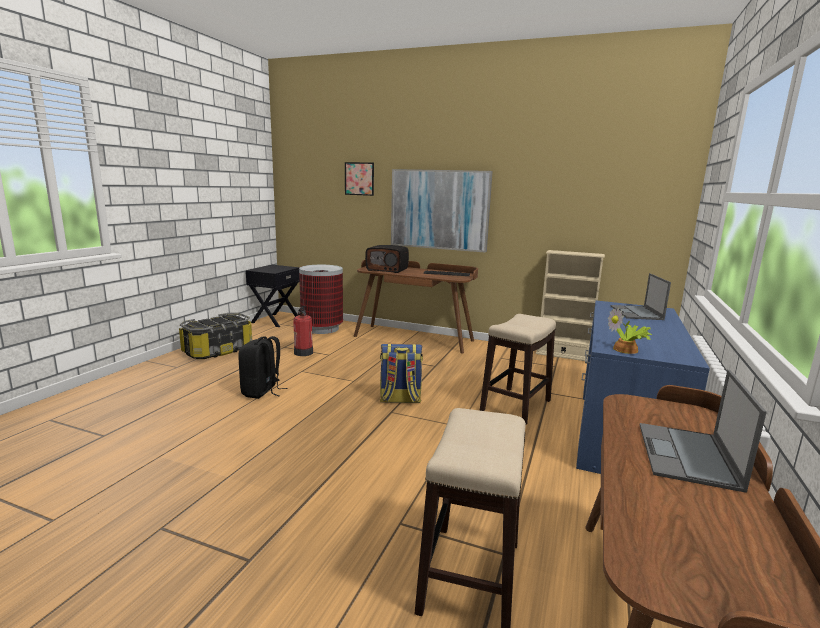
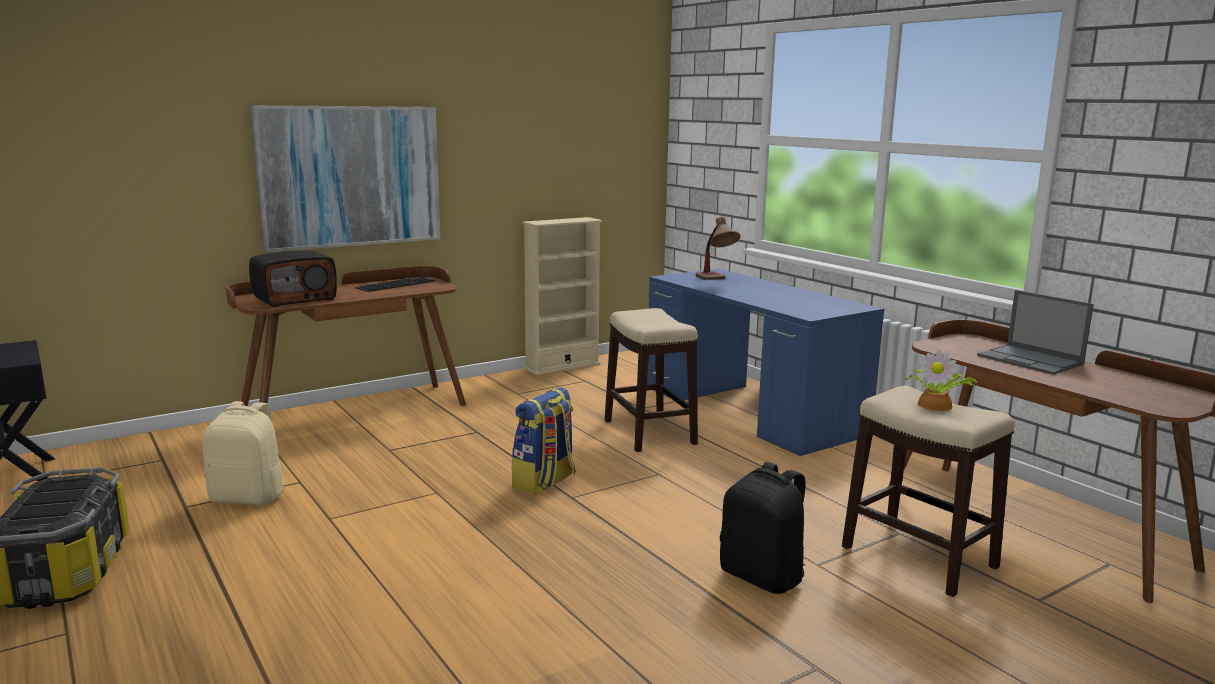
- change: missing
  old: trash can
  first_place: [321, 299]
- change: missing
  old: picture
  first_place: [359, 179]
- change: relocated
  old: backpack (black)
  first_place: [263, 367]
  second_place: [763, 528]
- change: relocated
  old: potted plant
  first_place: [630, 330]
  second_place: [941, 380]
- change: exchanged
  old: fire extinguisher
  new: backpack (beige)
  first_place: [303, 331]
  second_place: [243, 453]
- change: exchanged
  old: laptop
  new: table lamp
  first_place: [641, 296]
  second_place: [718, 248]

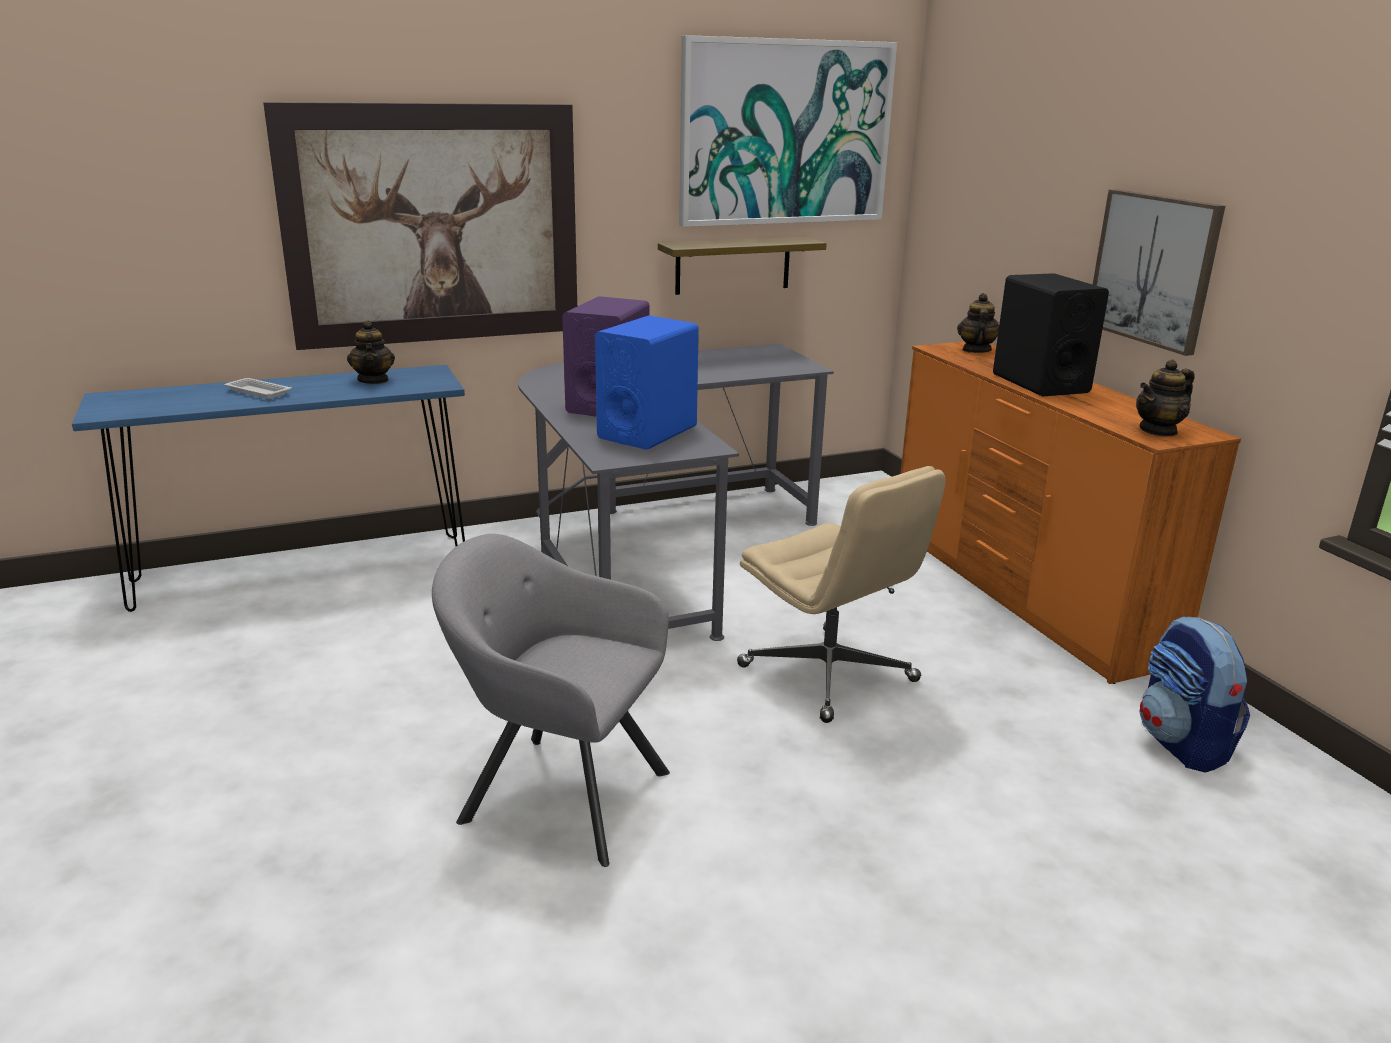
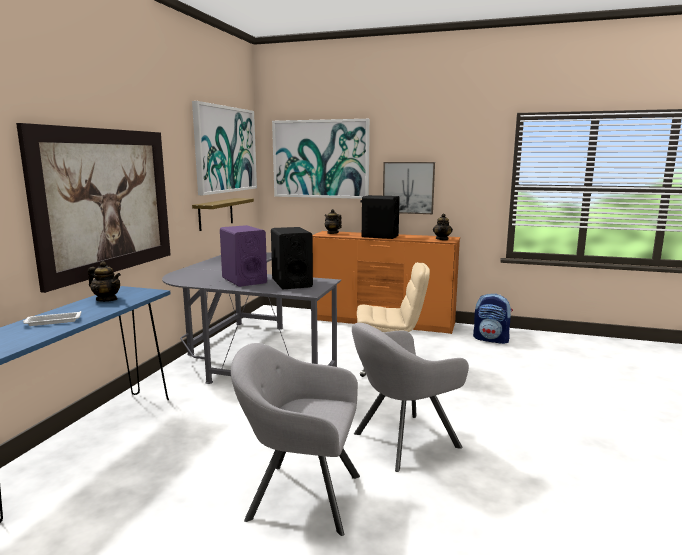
- change: appeared
  new: armchair (grey)
  second_place: [295, 439]
- change: appeared
  new: picture
  second_place: [321, 159]
- change: colour
  old: speaker (blue)
  new: speaker (black)
  first_place: [647, 382]
  second_place: [292, 258]

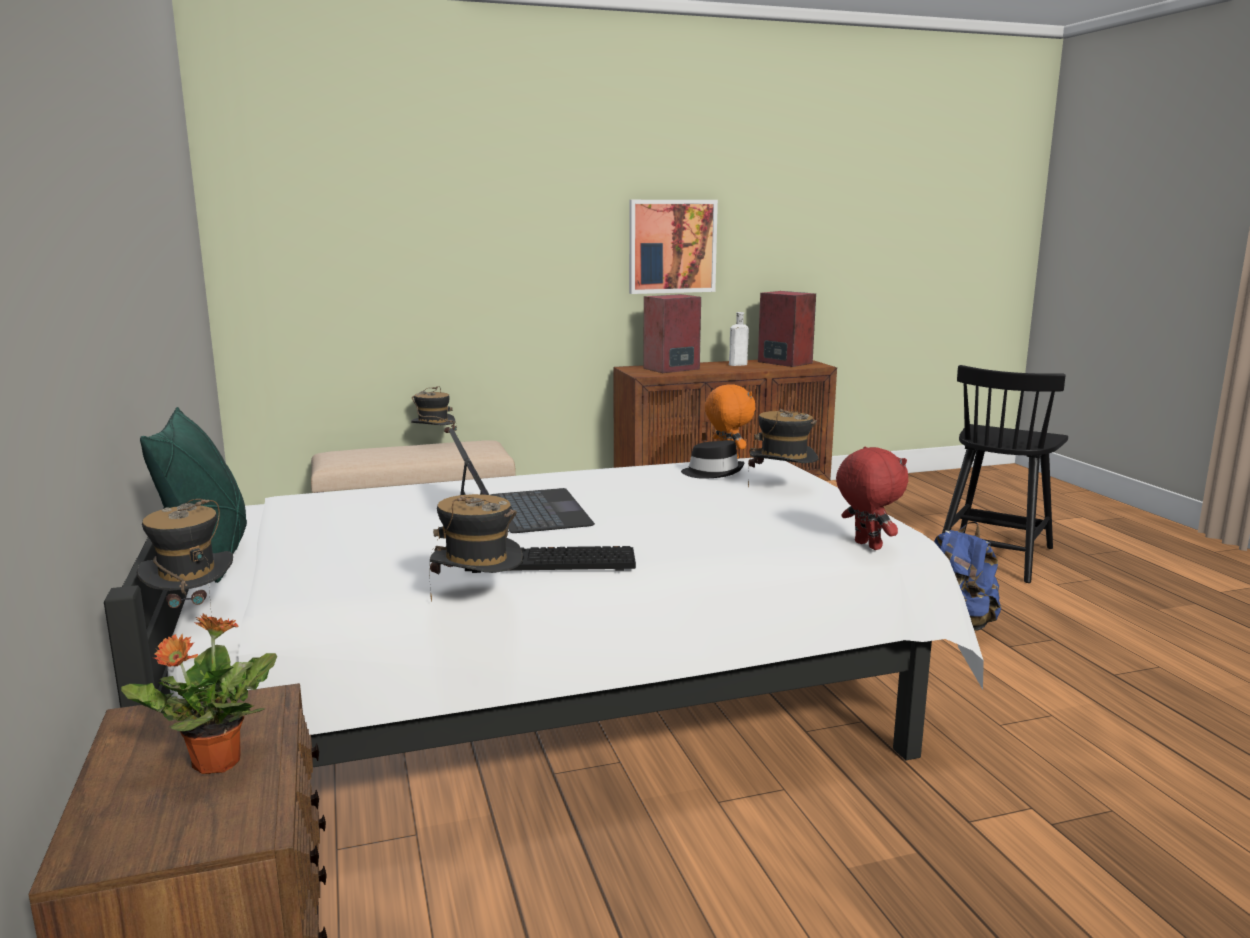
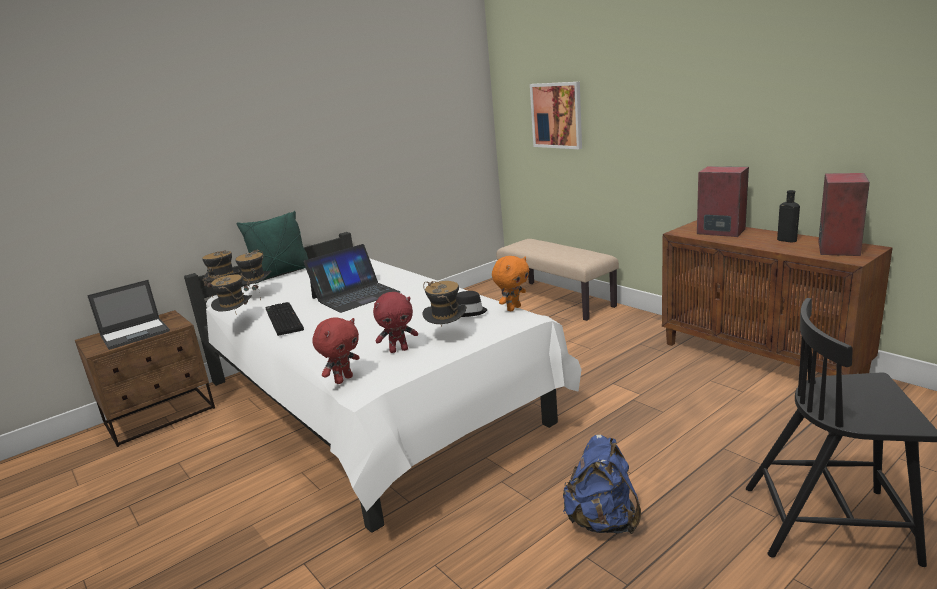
- change: appeared
  new: plush toy (red)
  second_place: [395, 322]
- change: relocated
  old: hat
  first_place: [434, 409]
  second_place: [253, 275]
- change: relocated
  old: picture
  first_place: [673, 247]
  second_place: [556, 115]
- change: exchanged
  old: potted plant
  new: laptop
  first_place: [199, 693]
  second_place: [128, 315]
- change: colour
  old: bottle (white)
  new: bottle (black)
  first_place: [739, 339]
  second_place: [788, 216]

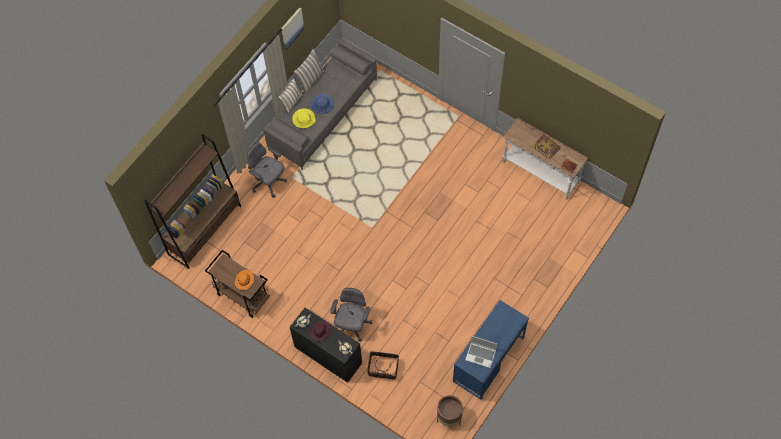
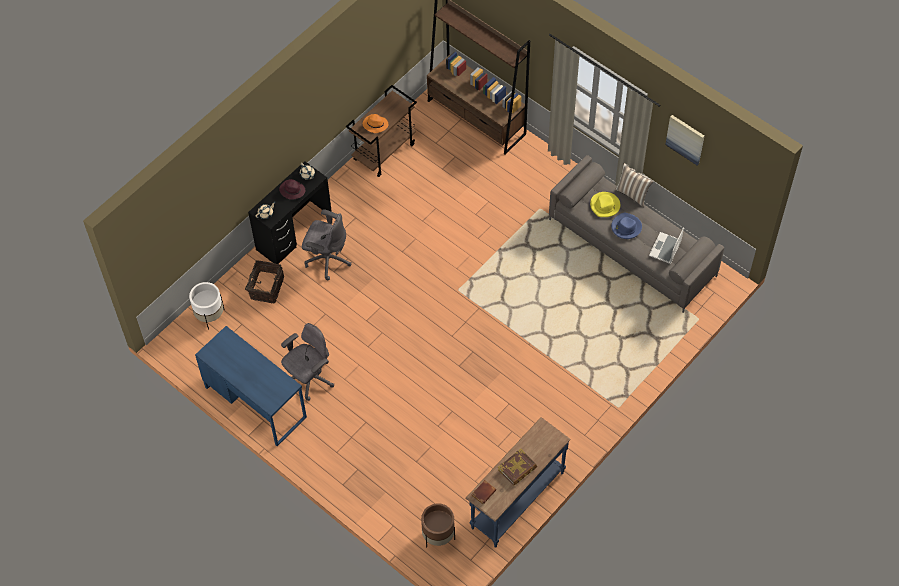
- change: missing
  old: pillow
  first_place: [309, 71]
- change: appeared
  new: planter (white)
  second_place: [206, 306]
- change: relocated
  old: office chair (grey)
  first_place: [267, 170]
  second_place: [307, 362]
- change: relocated
  old: planter (brown)
  first_place: [450, 410]
  second_place: [438, 525]
- change: relocated
  old: laptop
  first_place: [481, 352]
  second_place: [666, 245]
- change: colour
  old: console table (white)
  new: console table (blue)
  first_place: [545, 158]
  second_place: [518, 482]

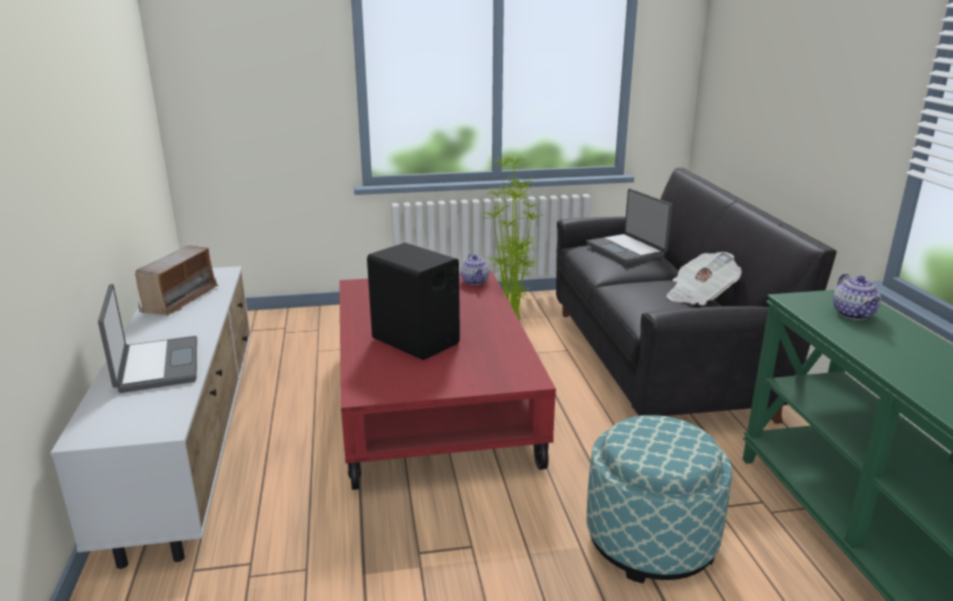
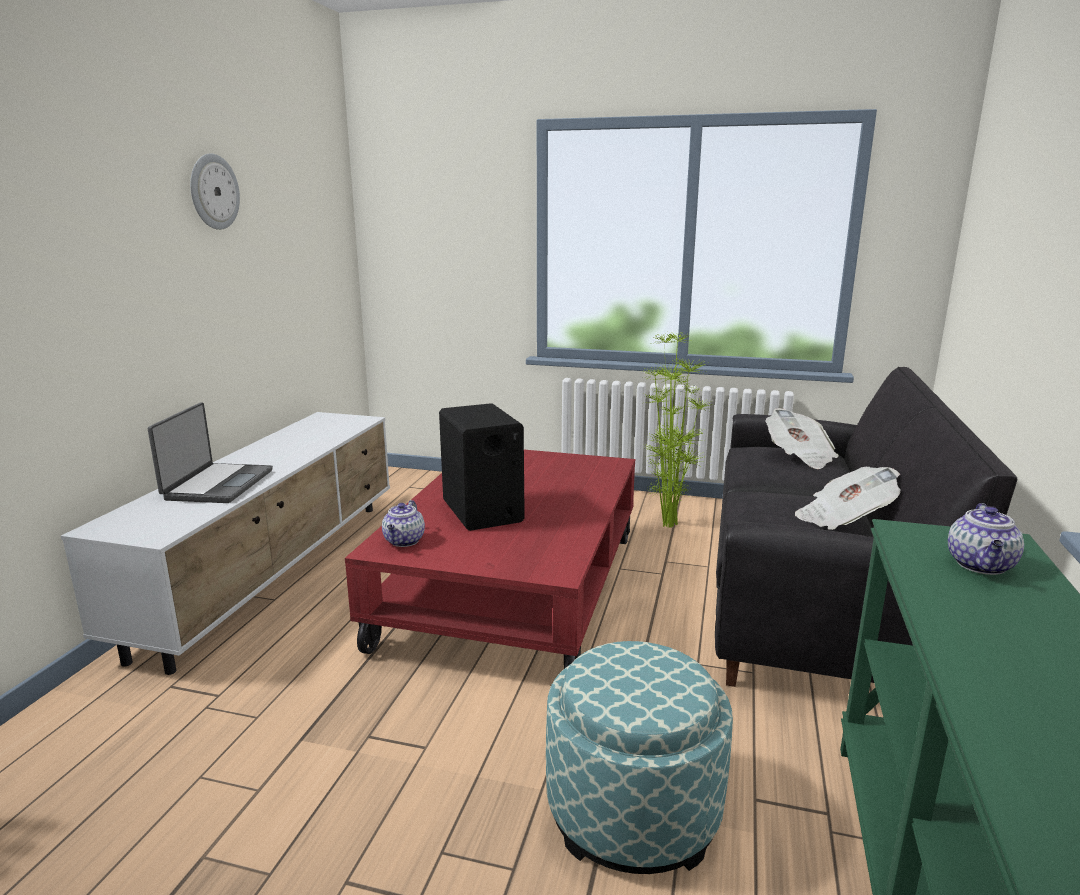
- change: missing
  old: radio
  first_place: [176, 280]
- change: appeared
  new: wall clock
  second_place: [215, 191]
- change: relocated
  old: teapot
  first_place: [475, 269]
  second_place: [403, 523]
- change: exchanged
  old: laptop
  new: newspaper
  first_place: [629, 226]
  second_place: [802, 438]

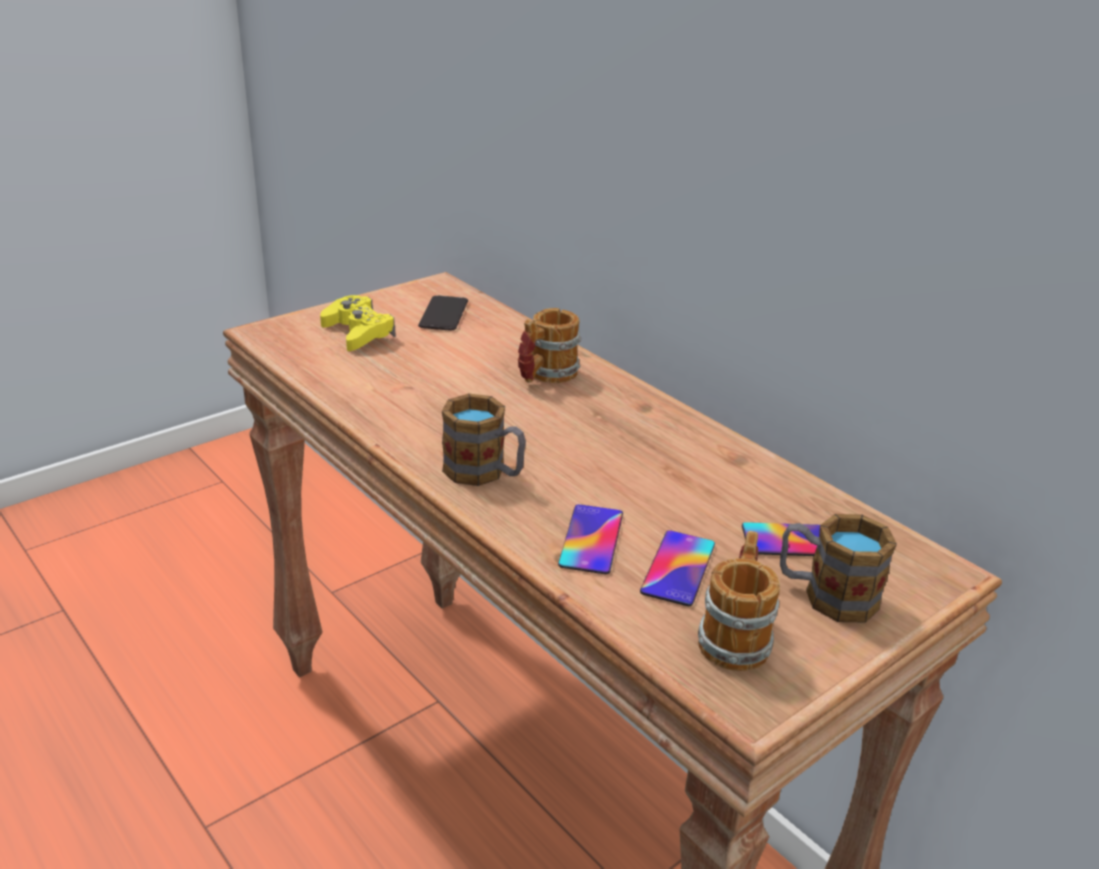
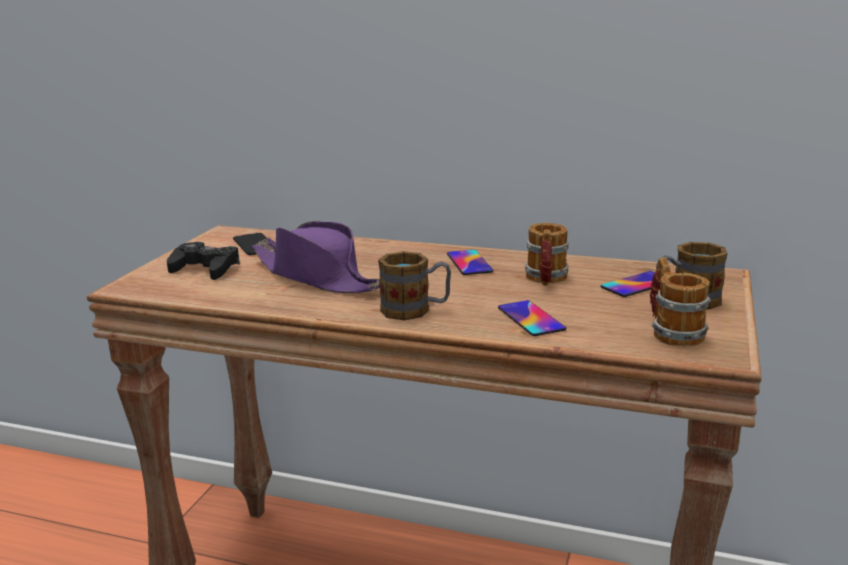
- change: appeared
  new: hat (purple)
  second_place: [316, 257]
- change: relocated
  old: mug
  first_place: [549, 345]
  second_place: [547, 254]
- change: relocated
  old: phone
  first_place: [677, 568]
  second_place: [470, 262]
- change: colour
  old: game controller (yellow)
  new: game controller (black)
  first_place: [358, 323]
  second_place: [203, 261]

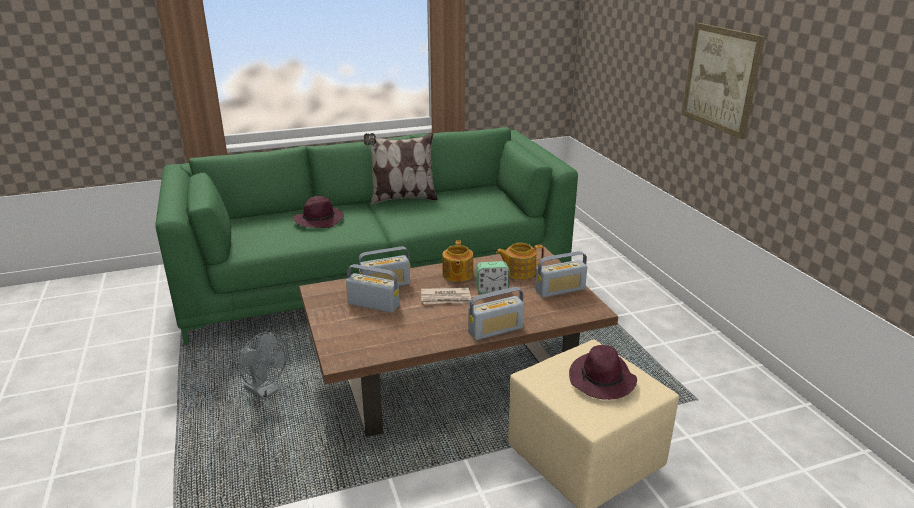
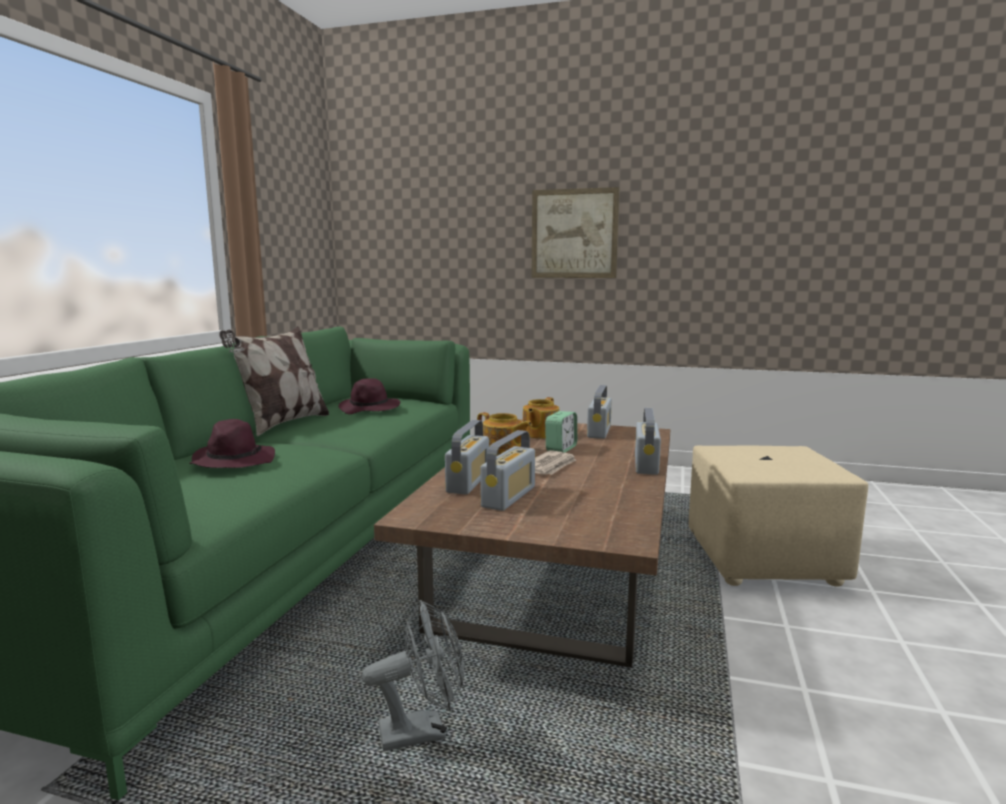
- change: relocated
  old: hat (purple)
  first_place: [603, 372]
  second_place: [369, 396]
- change: spun
  old: radio
  first_place: [373, 288]
  second_place: [507, 470]
  degrees: 150

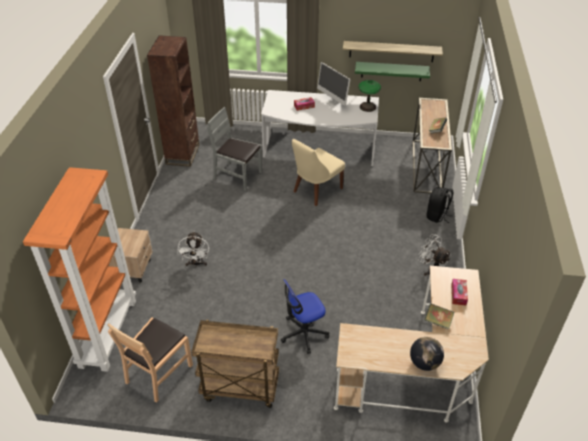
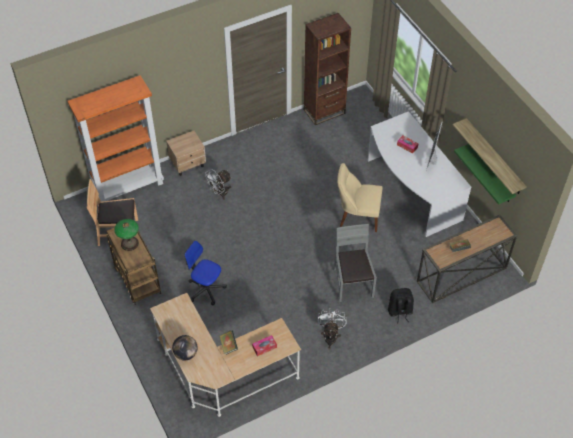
- change: relocated
  old: chair (grey)
  first_place: [234, 149]
  second_place: [355, 263]
- change: relocated
  old: table lamp
  first_place: [369, 96]
  second_place: [127, 235]

